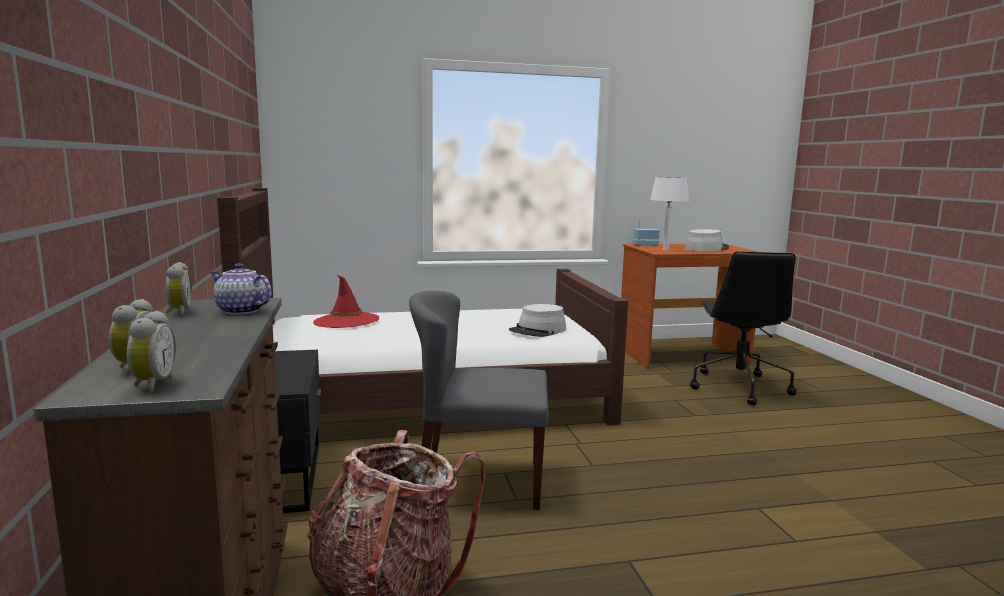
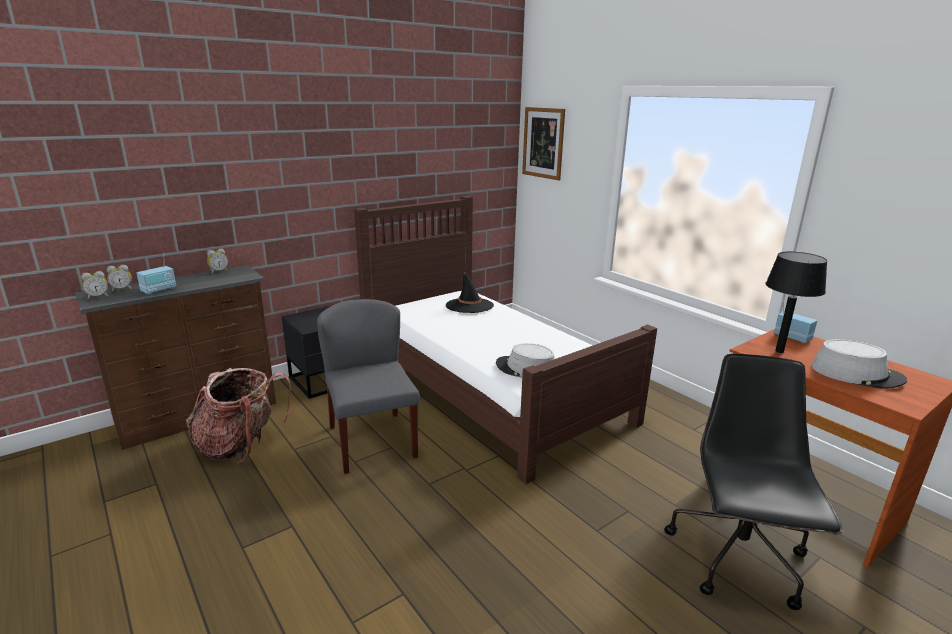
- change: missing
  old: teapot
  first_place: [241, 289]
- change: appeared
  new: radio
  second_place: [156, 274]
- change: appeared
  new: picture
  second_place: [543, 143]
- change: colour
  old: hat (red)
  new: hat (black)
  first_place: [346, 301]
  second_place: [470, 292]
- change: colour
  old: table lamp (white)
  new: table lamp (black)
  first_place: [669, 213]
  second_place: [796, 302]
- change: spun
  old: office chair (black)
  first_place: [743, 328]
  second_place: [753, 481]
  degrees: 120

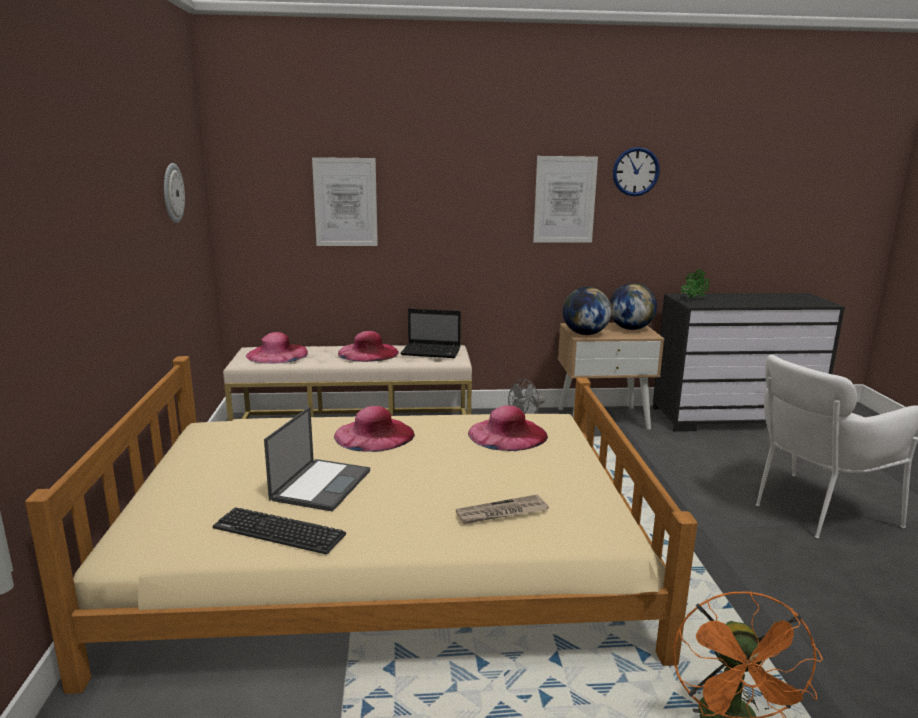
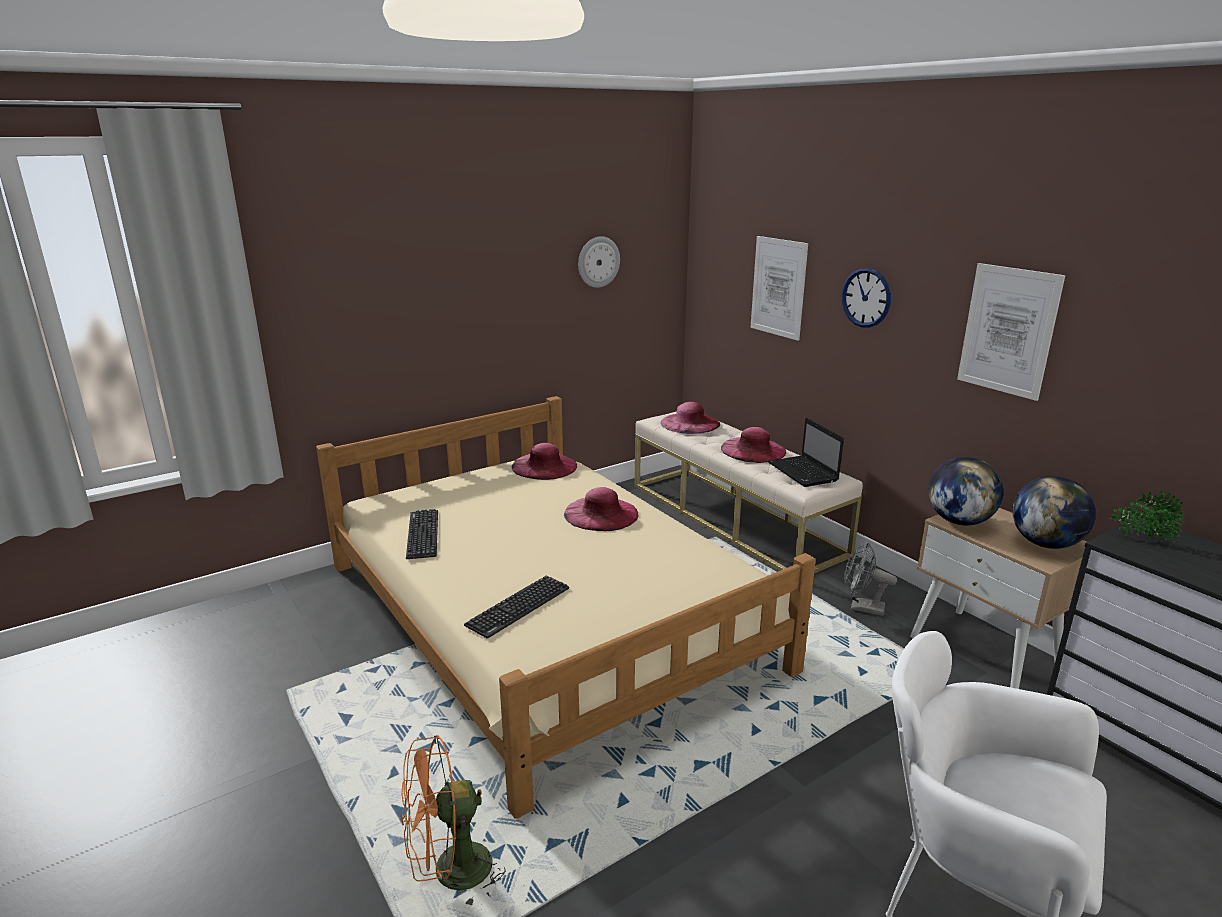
- change: missing
  old: laptop
  first_place: [317, 459]
- change: relocated
  old: hat (pink)
  first_place: [508, 428]
  second_place: [544, 461]
- change: relocated
  old: wall clock
  first_place: [636, 171]
  second_place: [866, 298]
- change: exchanged
  old: newspaper
  new: keyboard
  first_place: [502, 509]
  second_place: [516, 607]

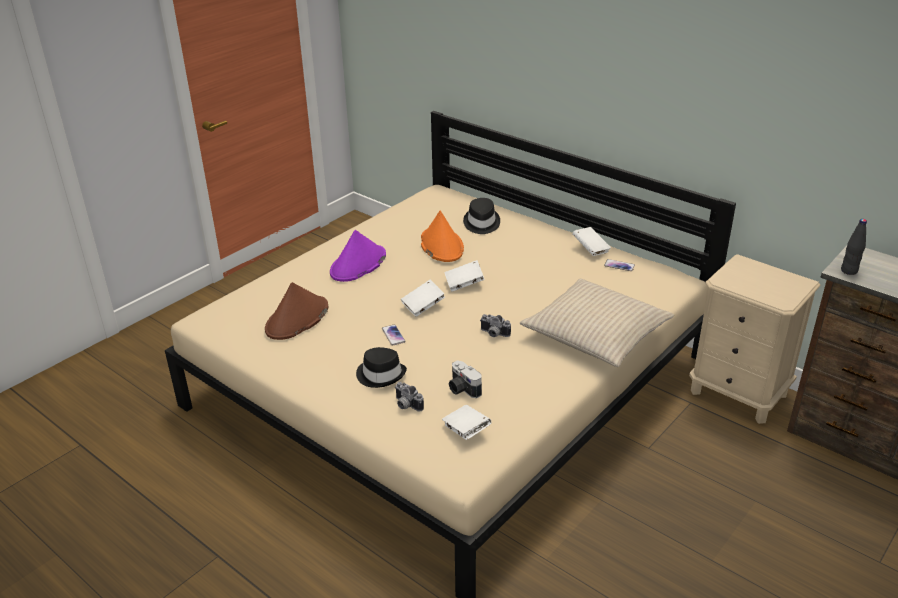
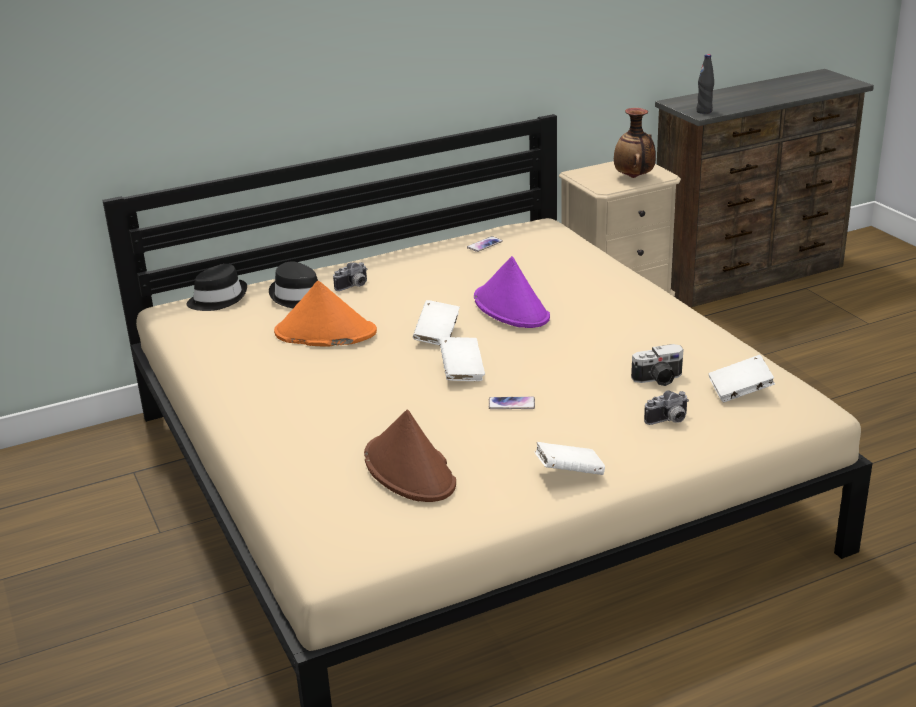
- change: missing
  old: pillow (beige)
  first_place: [597, 322]
- change: appeared
  new: vase
  second_place: [635, 143]
- change: relocated
  old: hat (purple)
  first_place: [358, 256]
  second_place: [512, 292]
- change: relocated
  old: hat (black)
  first_place: [381, 367]
  second_place: [216, 287]
- change: relocated
  old: photo camera
  first_place: [495, 325]
  second_place: [350, 276]
- change: relocated
  old: book (white)
  first_place: [591, 241]
  second_place: [570, 458]

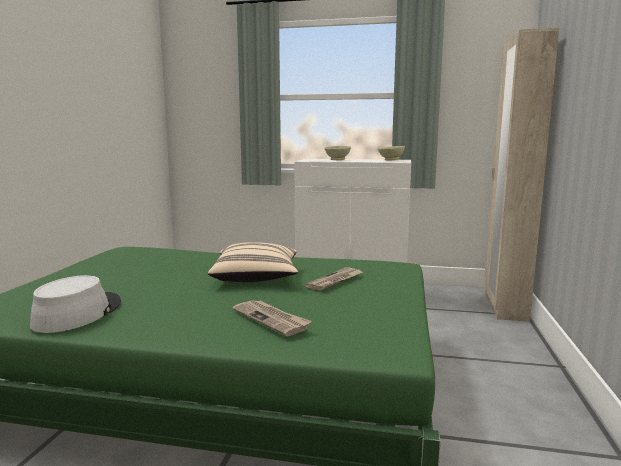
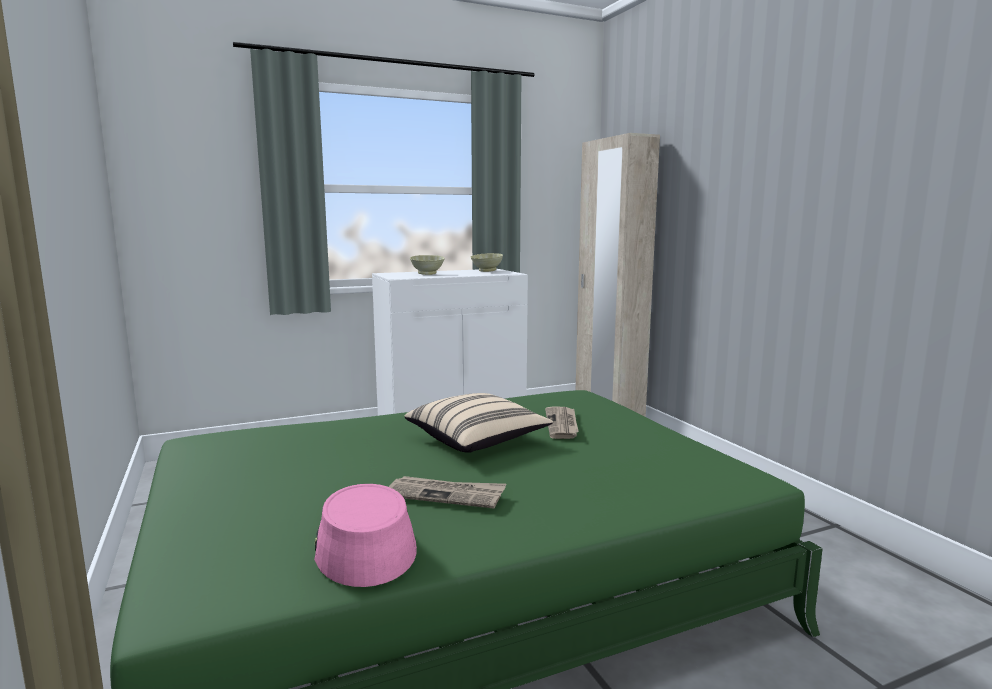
- change: relocated
  old: newspaper
  first_place: [272, 318]
  second_place: [447, 492]
- change: colour
  old: hat (grey)
  new: hat (pink)
  first_place: [75, 304]
  second_place: [365, 535]

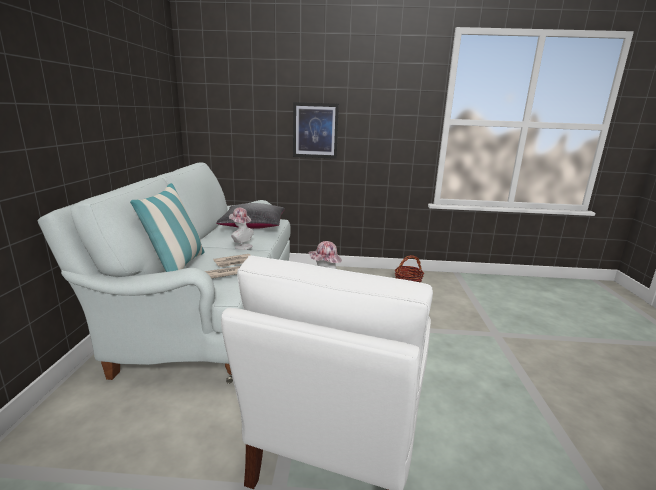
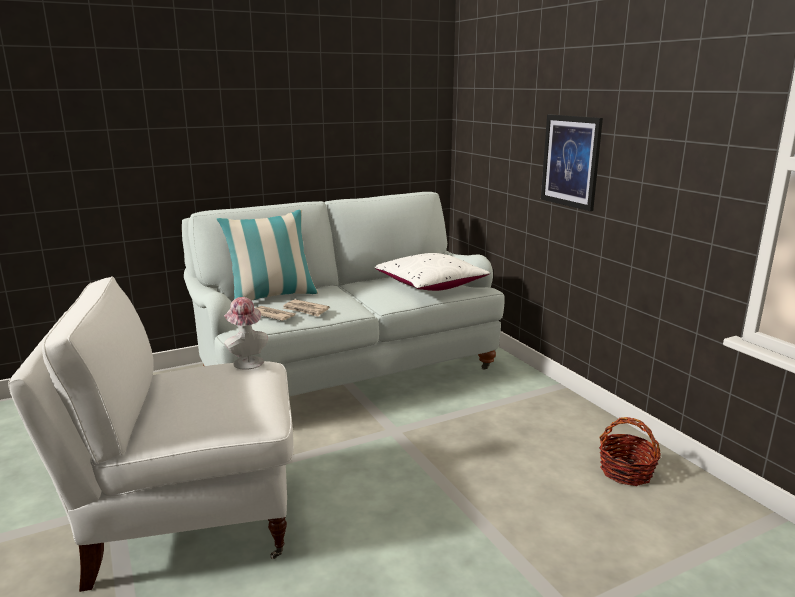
- change: missing
  old: hat
  first_place: [241, 229]
- change: colour
  old: pillow (black)
  new: pillow (white)
  first_place: [250, 216]
  second_place: [432, 272]

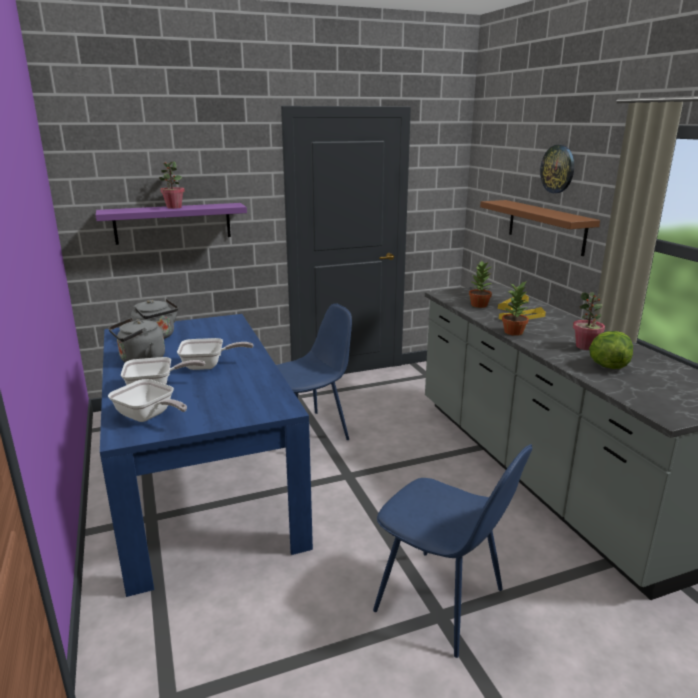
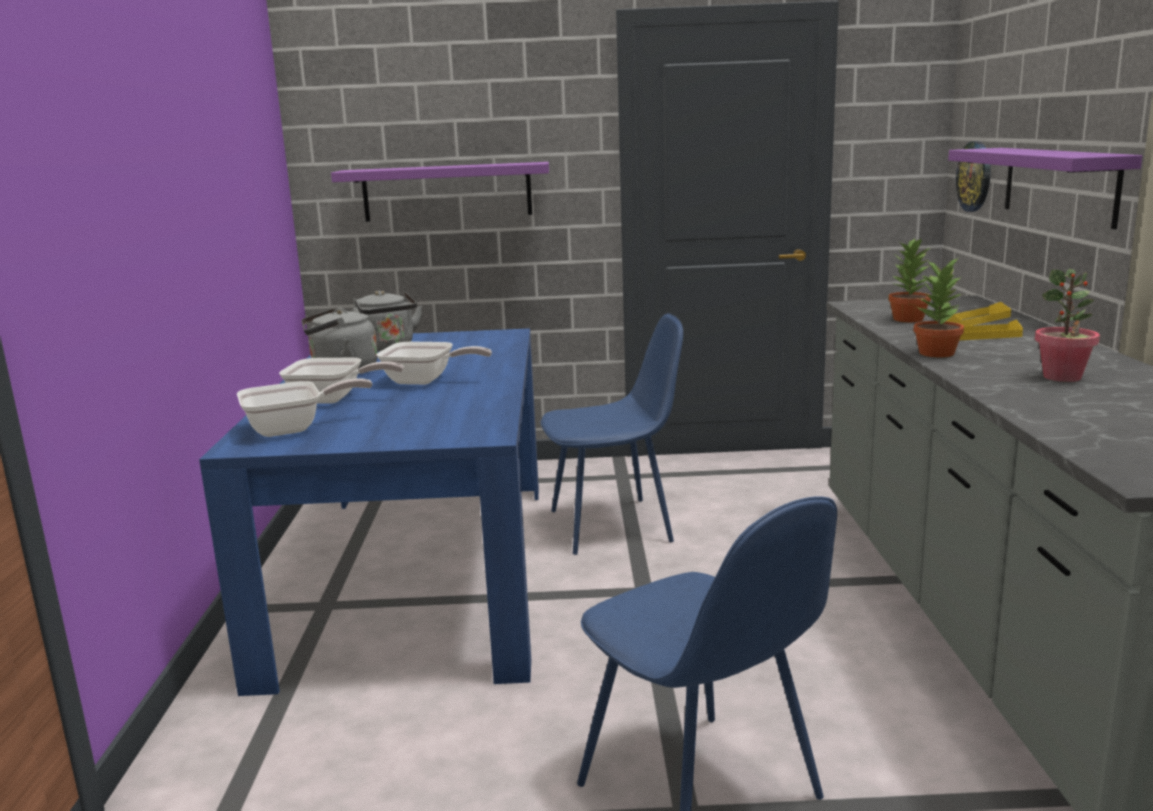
- change: missing
  old: potted plant
  first_place: [172, 185]
- change: missing
  old: lettuce
  first_place: [611, 350]
- change: relocated
  old: wall clock
  first_place: [557, 169]
  second_place: [973, 176]
- change: colour
  old: shelf (brown)
  new: shelf (purple)
  first_place: [540, 228]
  second_place: [1045, 188]
- change: spun
  old: frying pan
  first_place: [147, 400]
  second_place: [304, 407]
  degrees: -75

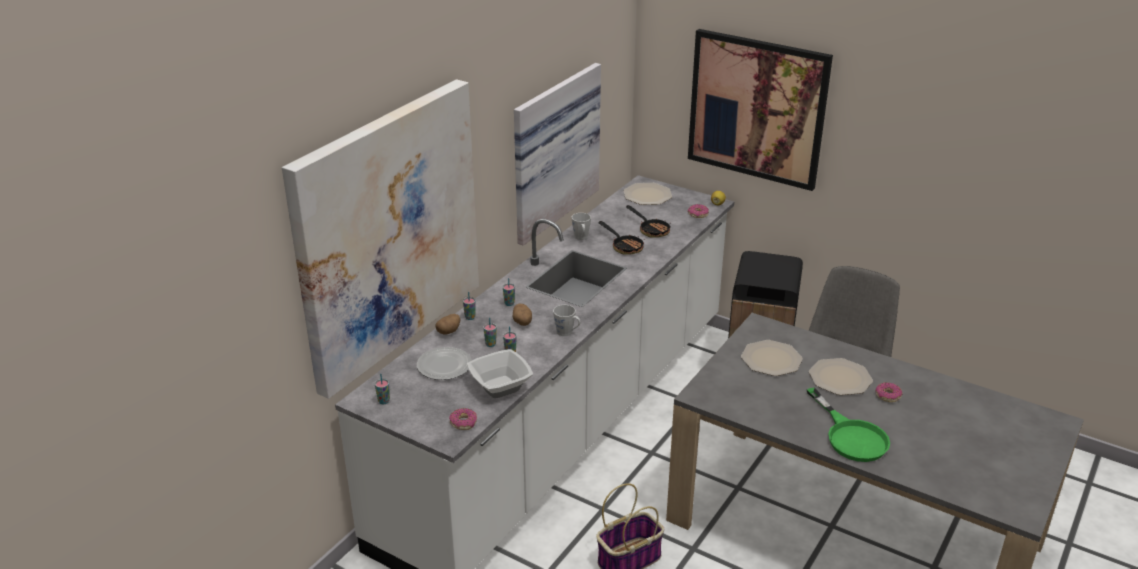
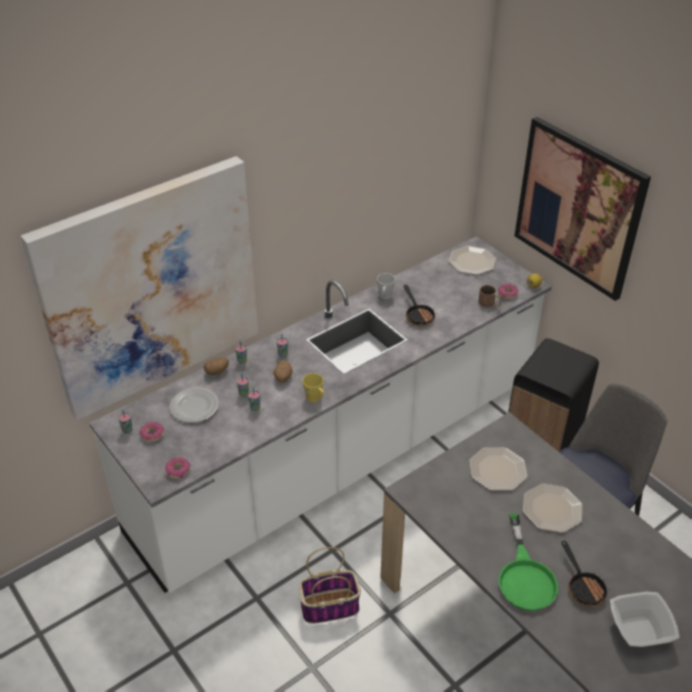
- change: missing
  old: picture
  first_place: [557, 154]
- change: appeared
  new: mug (brown)
  second_place: [489, 296]
- change: relocated
  old: bowl
  first_place: [500, 373]
  second_place: [645, 619]
- change: relocated
  old: frying pan
  first_place: [648, 221]
  second_place: [585, 574]
- change: relocated
  old: donut
  first_place: [889, 392]
  second_place: [151, 432]
- change: colour
  old: mug (grey)
  new: mug (yellow)
  first_place: [567, 320]
  second_place: [313, 387]

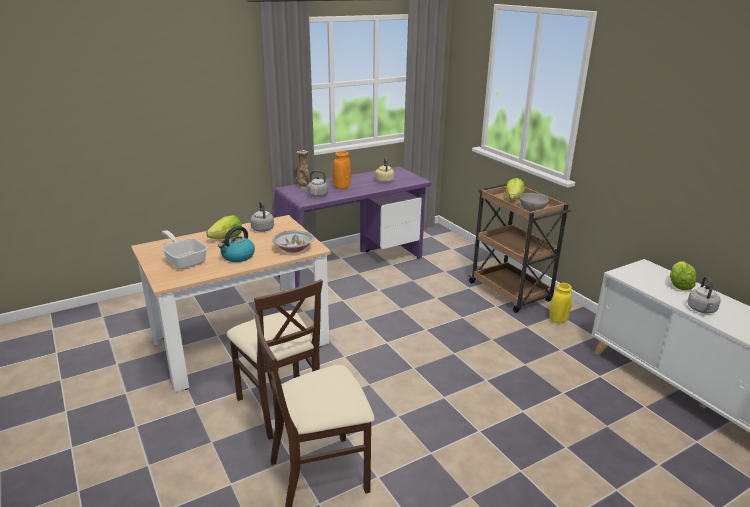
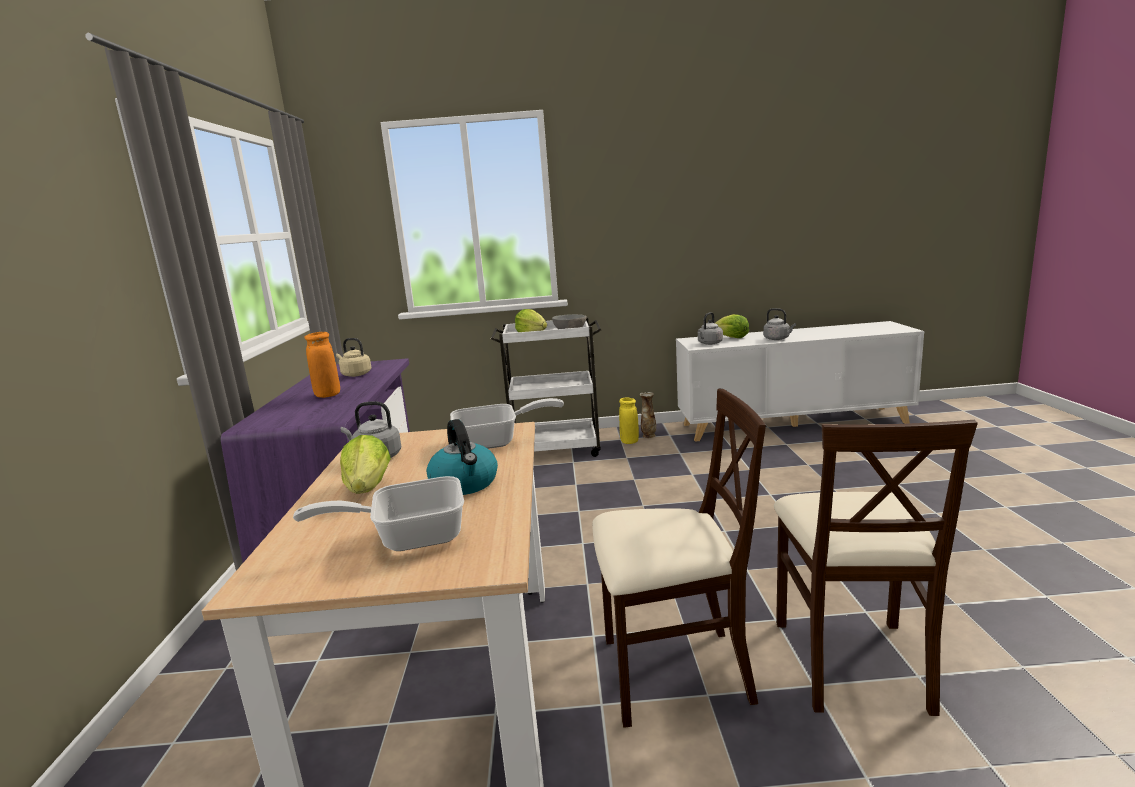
- change: relocated
  old: vase
  first_place: [303, 169]
  second_place: [648, 415]
- change: relocated
  old: kettle (grey)
  first_place: [315, 184]
  second_place: [710, 328]
- change: exchanged
  old: bowl
  new: frying pan
  first_place: [293, 241]
  second_place: [507, 423]
- change: colour
  old: cart (brown)
  new: cart (white)
  first_place: [519, 248]
  second_place: [546, 387]

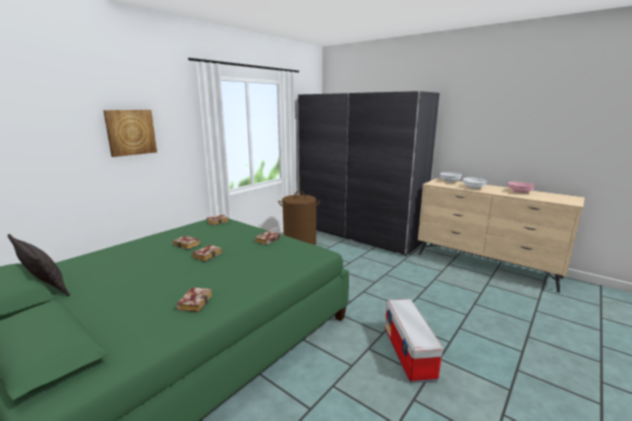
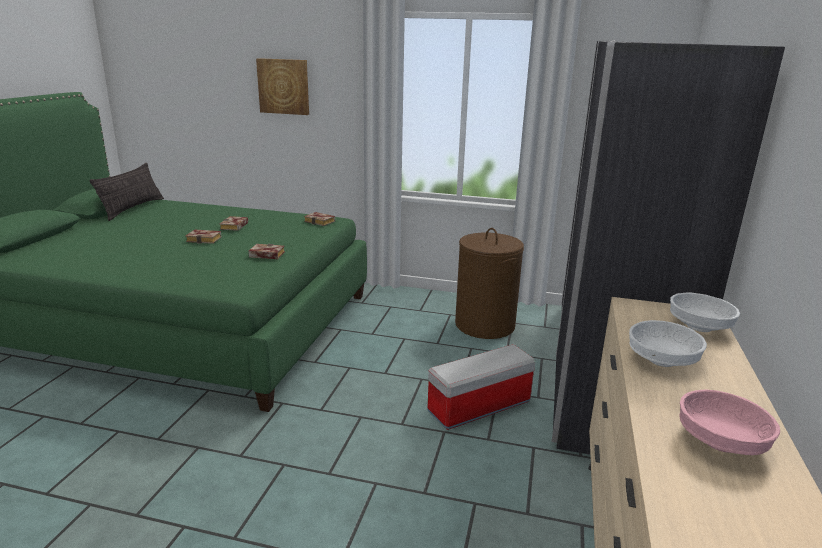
- change: missing
  old: book
  first_place: [194, 299]
- change: relocated
  old: storage box
  first_place: [414, 341]
  second_place: [481, 387]

